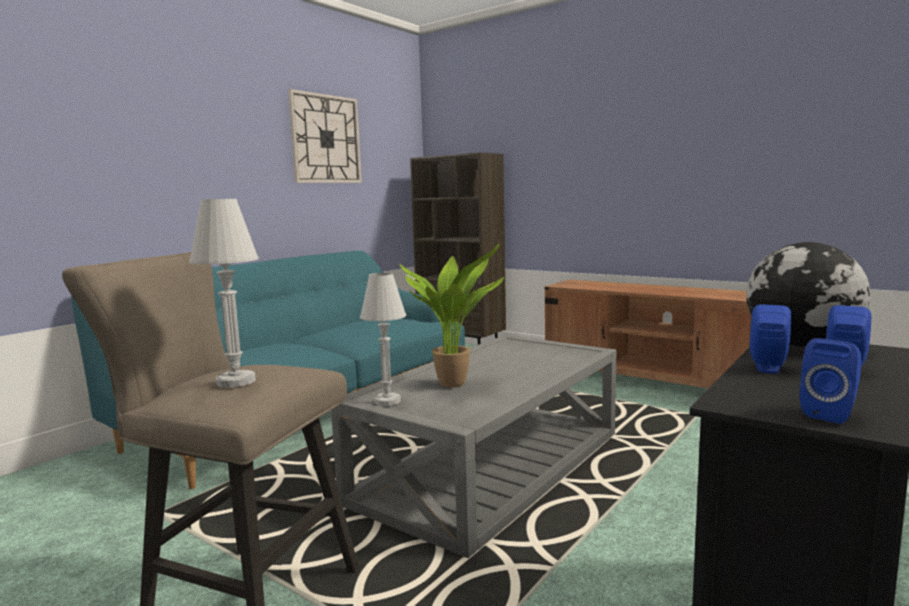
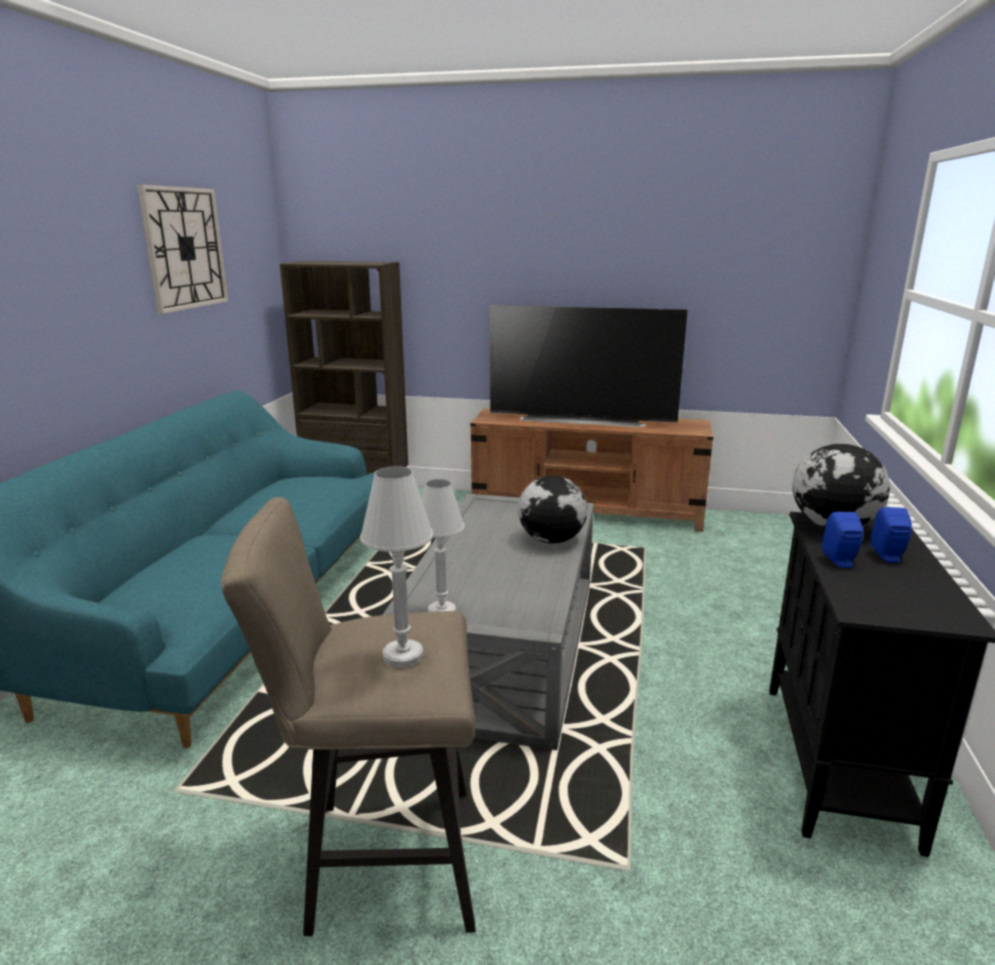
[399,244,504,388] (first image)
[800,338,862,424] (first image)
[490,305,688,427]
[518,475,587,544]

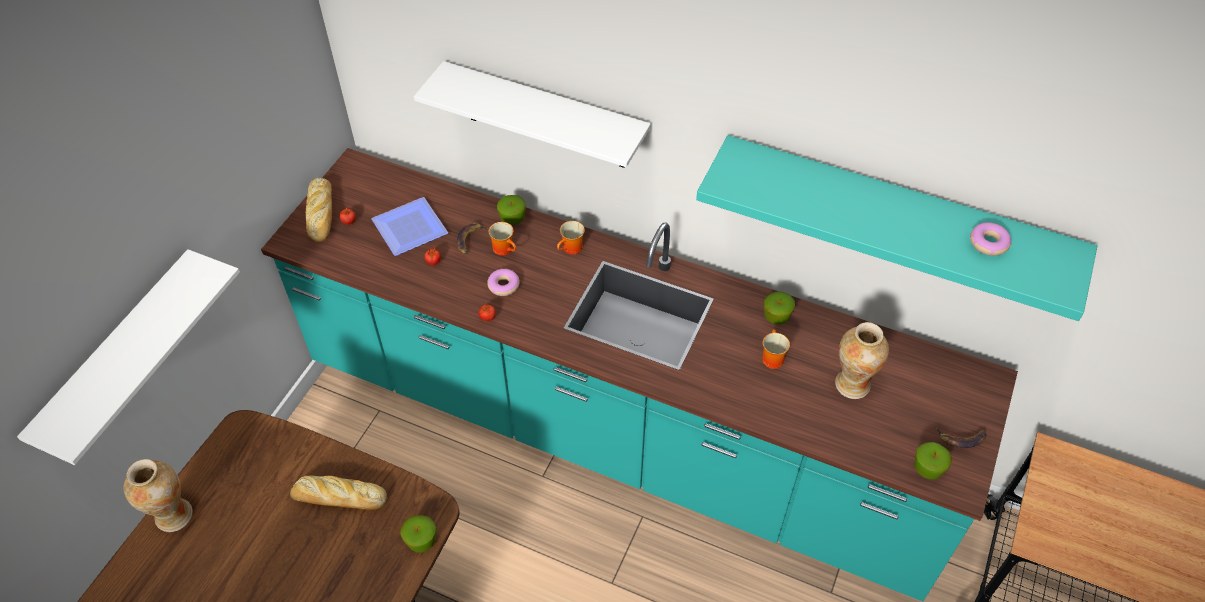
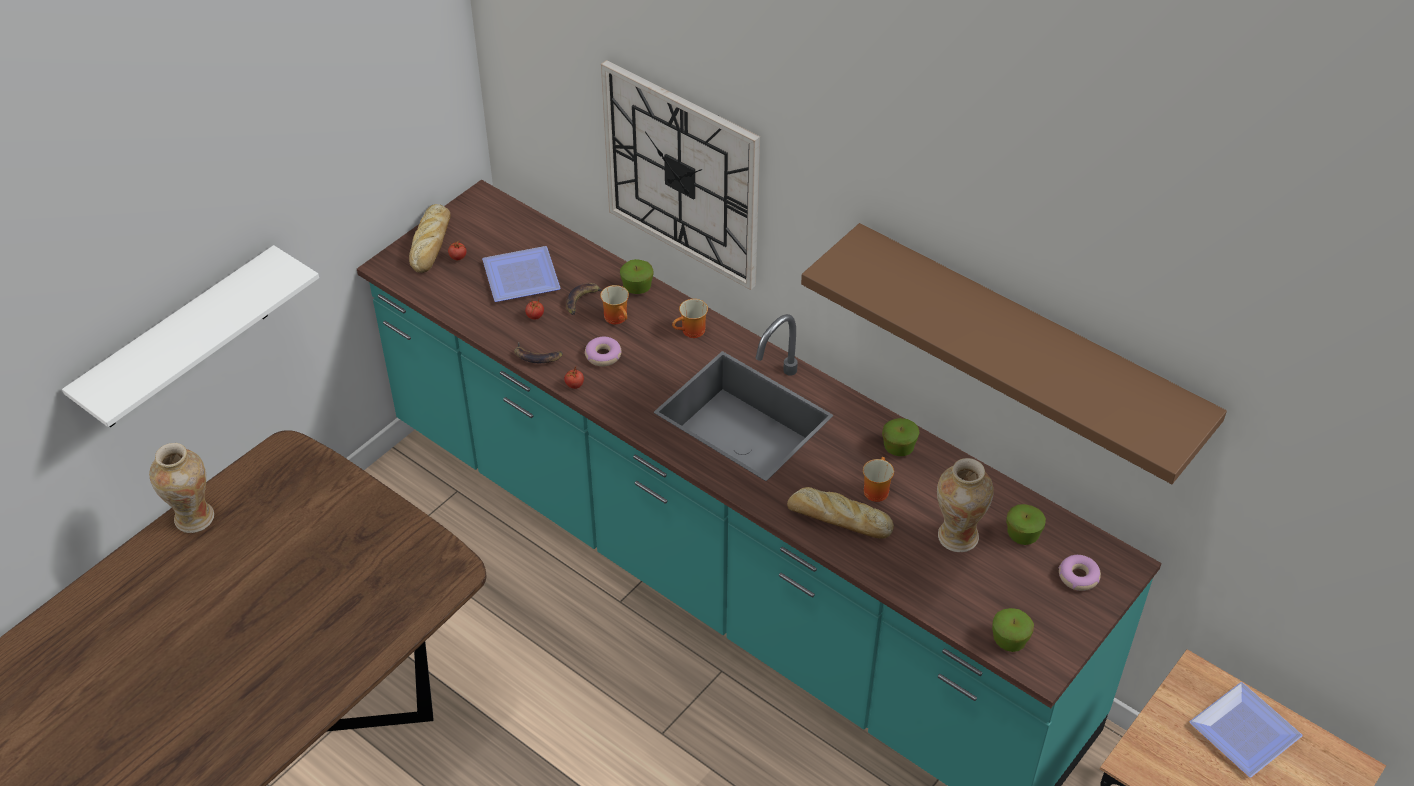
[1190,682,1303,777]
[787,487,894,539]
[1006,504,1046,545]
[514,342,563,363]
[1059,555,1101,591]
[601,60,760,290]
[801,223,1227,484]

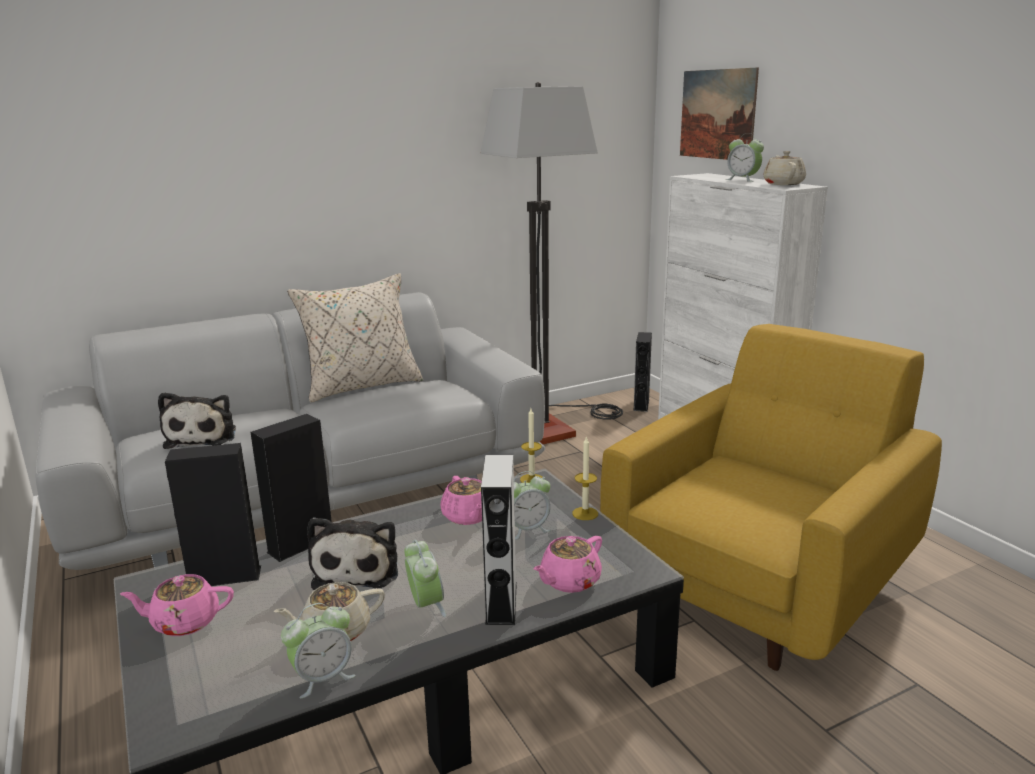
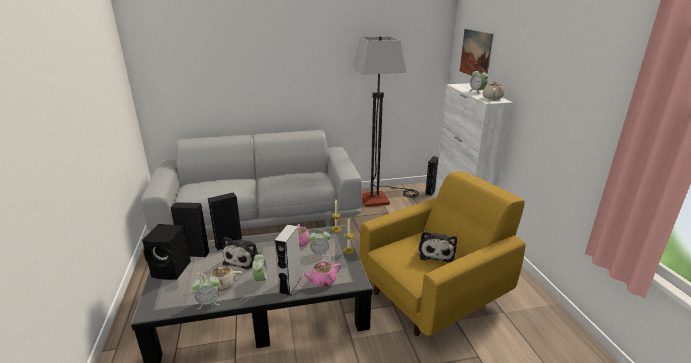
[287,273,423,402] (first image)
[418,231,457,263]
[142,224,191,280]

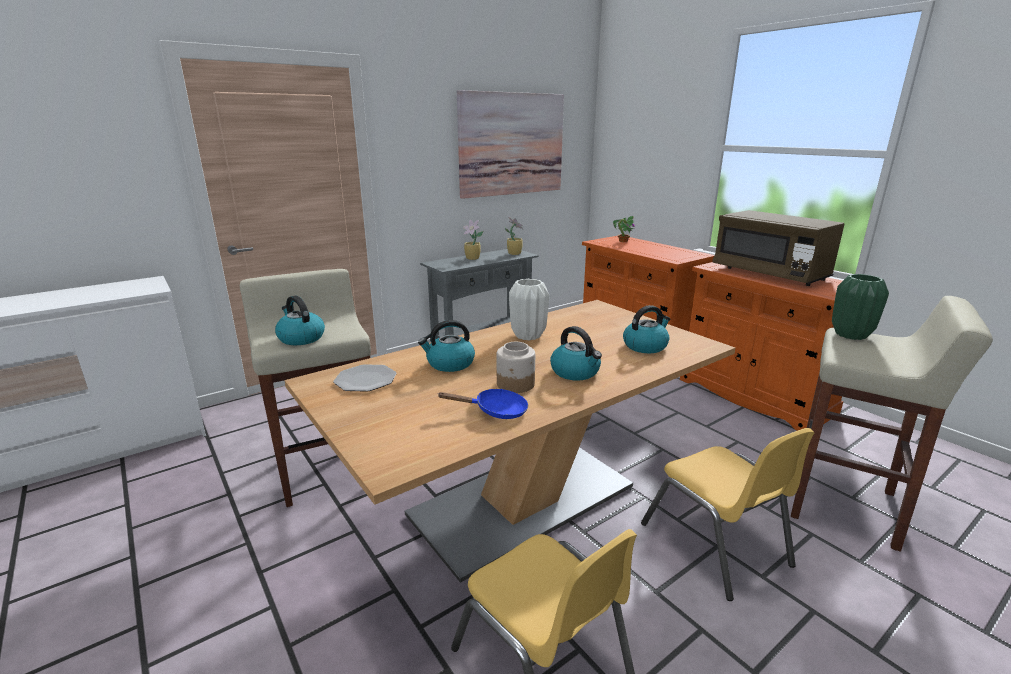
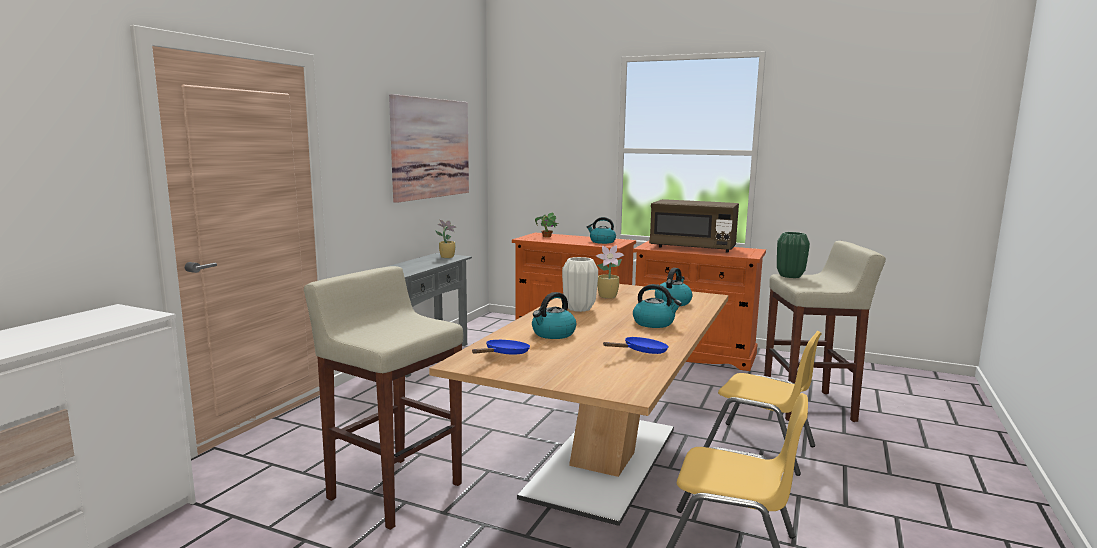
[496,342,535,393] (first image)
[587,217,616,244]
[596,245,624,299]
[472,340,530,354]

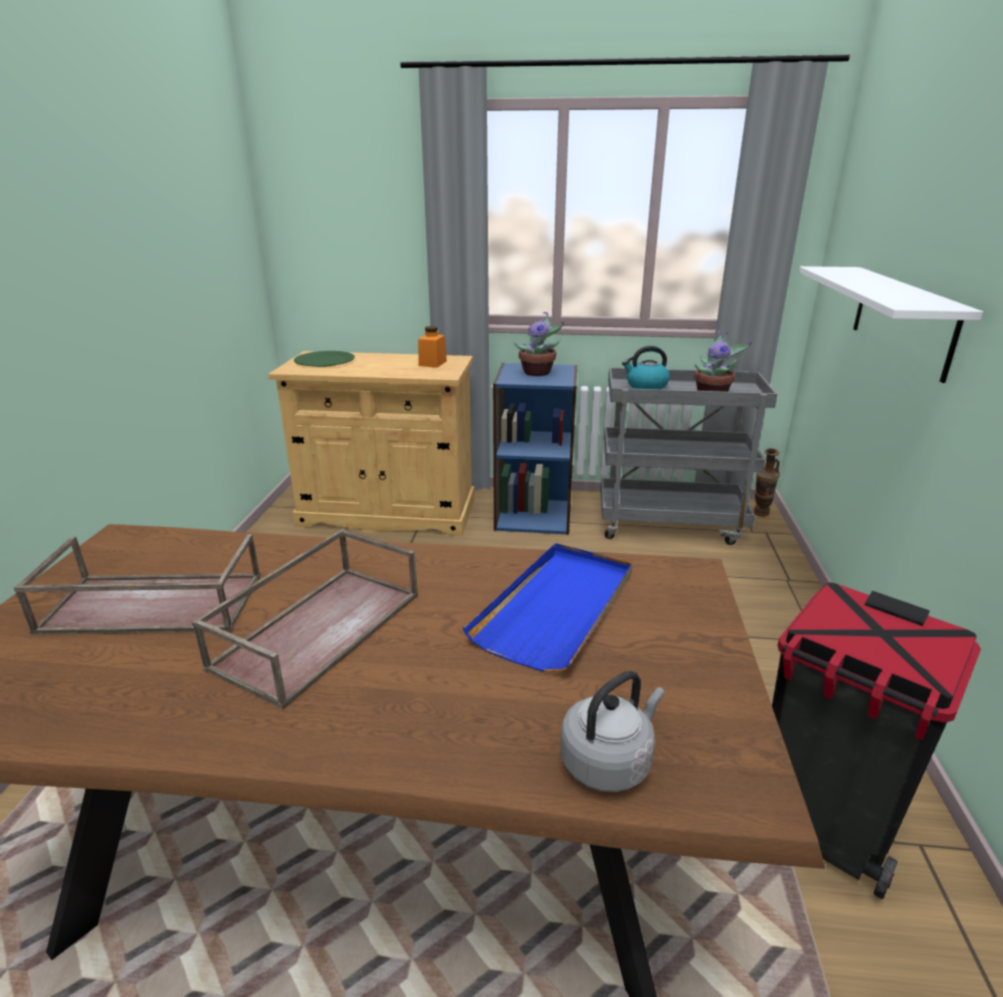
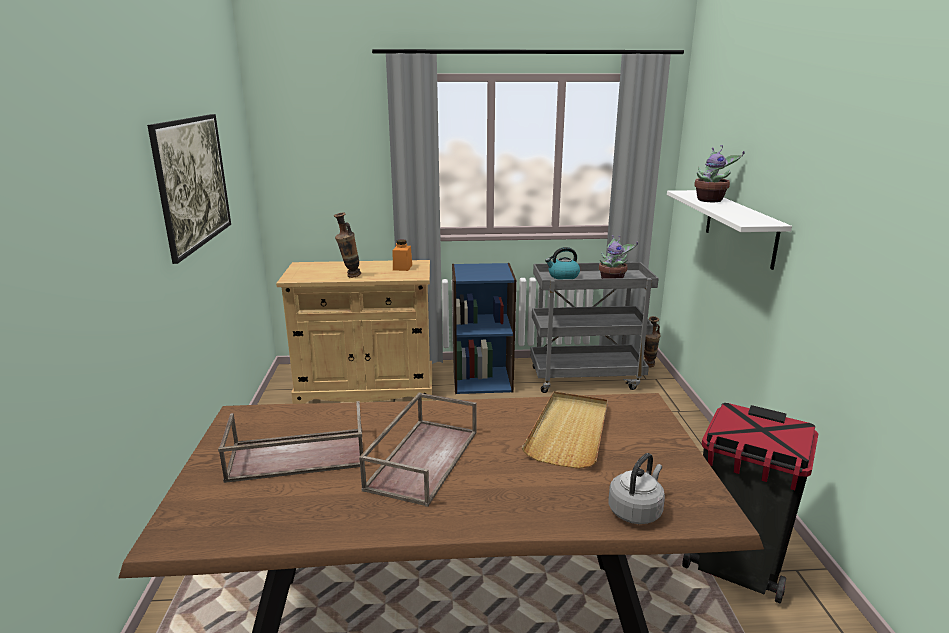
[294,351,355,367] (first image)
[147,114,231,264]
[334,212,361,278]
[694,145,745,202]
[522,391,608,469]

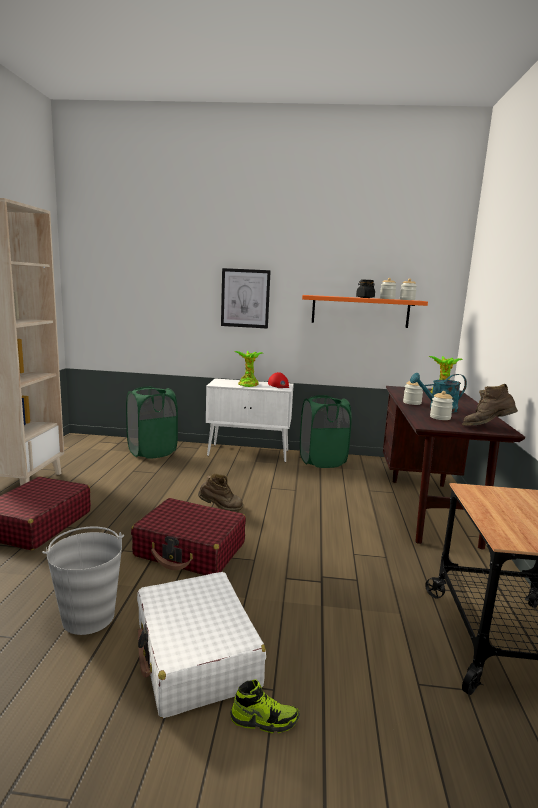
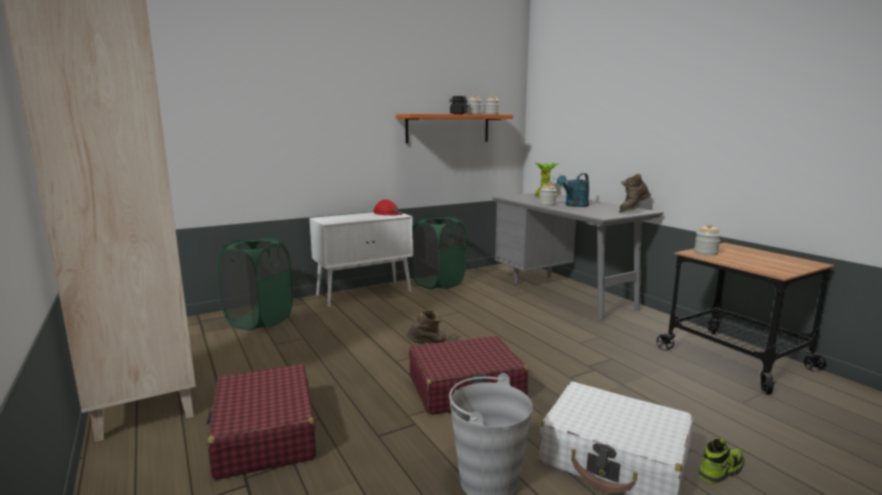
[221,268,271,329] (first image)
[235,351,263,387] (first image)
[694,224,721,256]
[492,193,664,320]

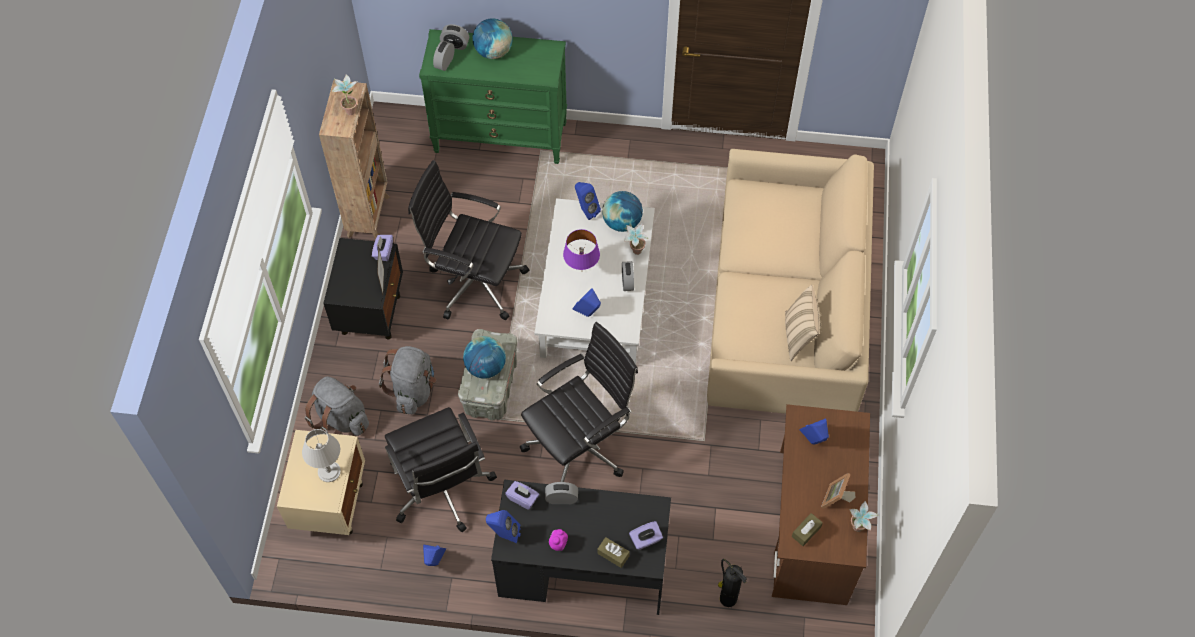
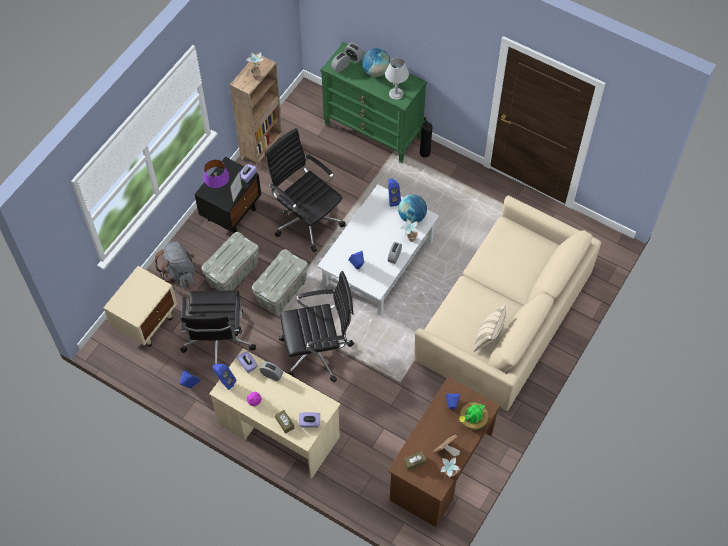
[463,336,506,379] (first image)
[459,403,488,430]
[385,58,409,100]
[203,160,229,190]
[420,117,432,158]
[201,232,259,291]
[209,348,341,479]

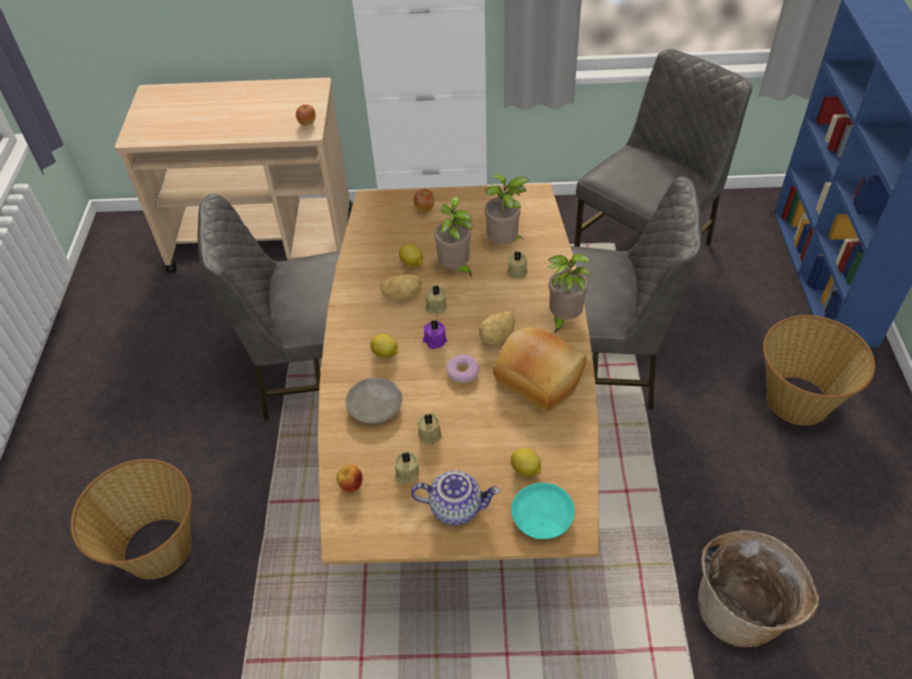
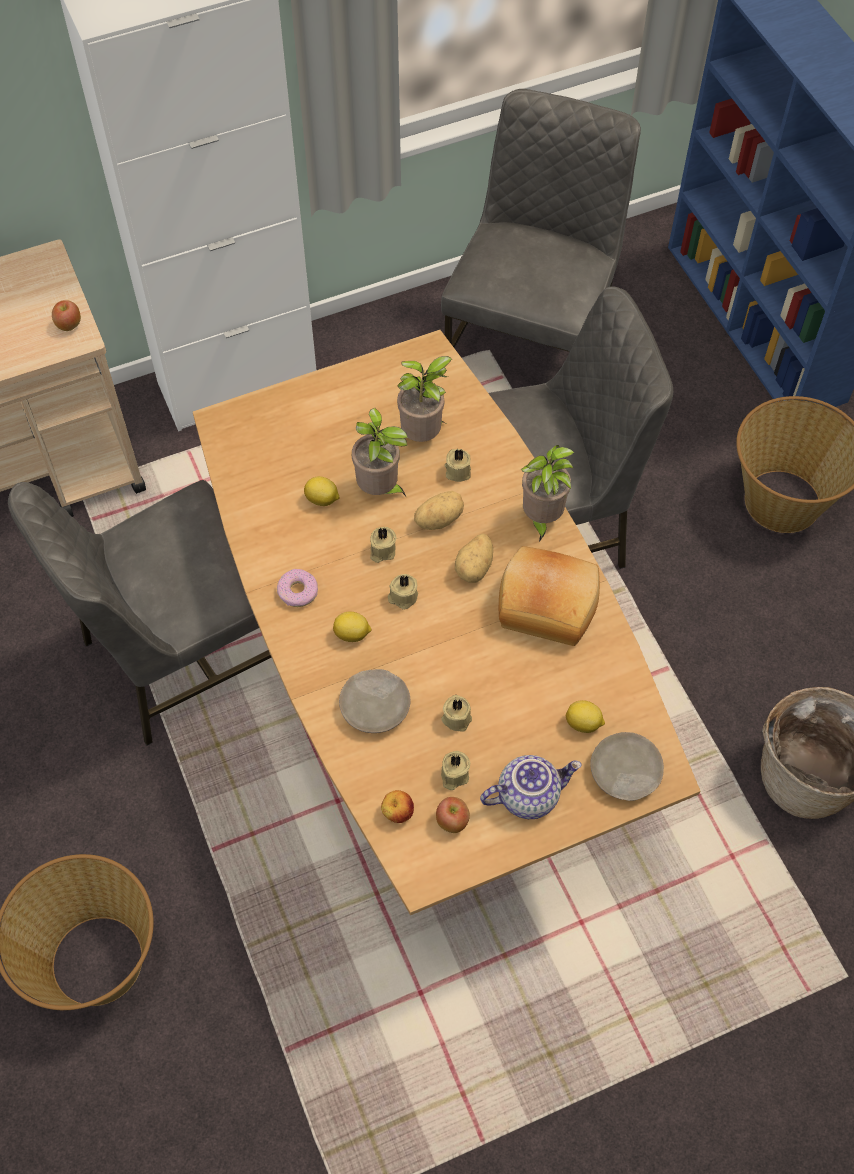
[414,491,464,530]
[436,797,470,833]
[277,569,318,607]
[388,574,418,610]
[590,732,664,801]

